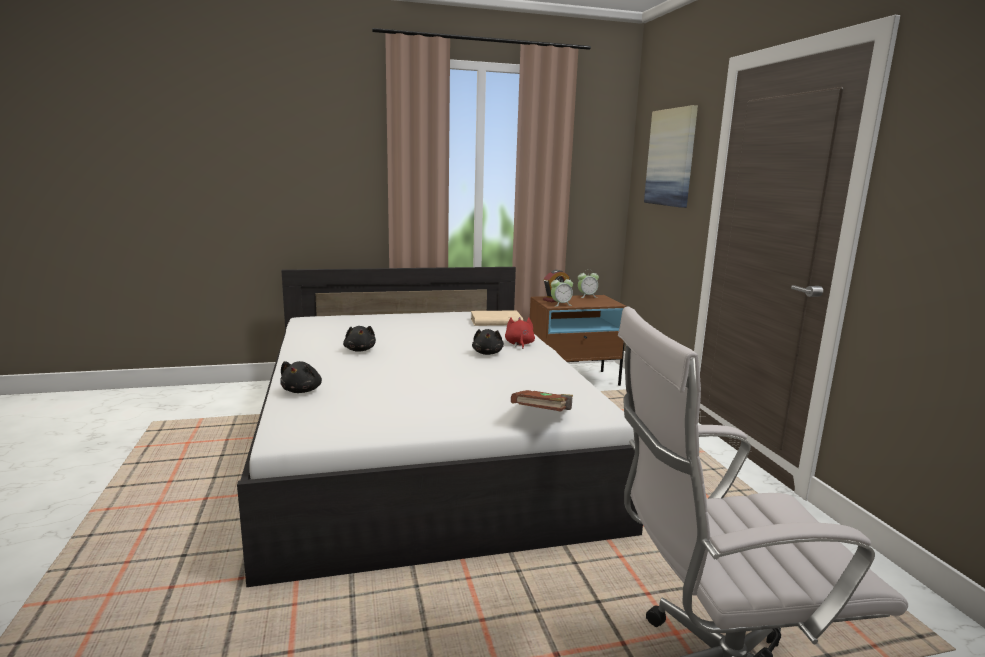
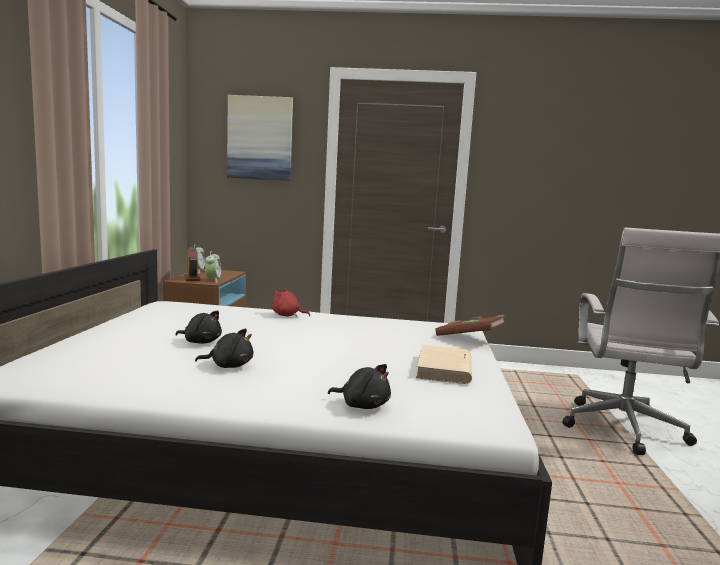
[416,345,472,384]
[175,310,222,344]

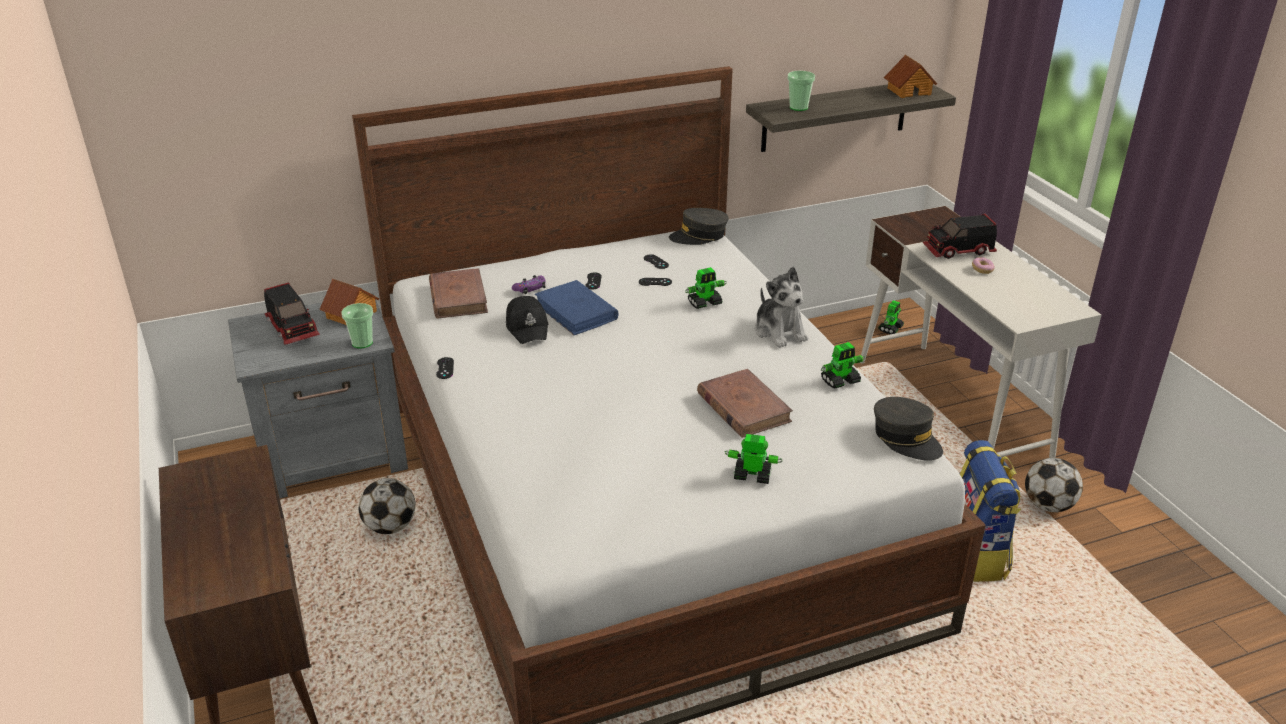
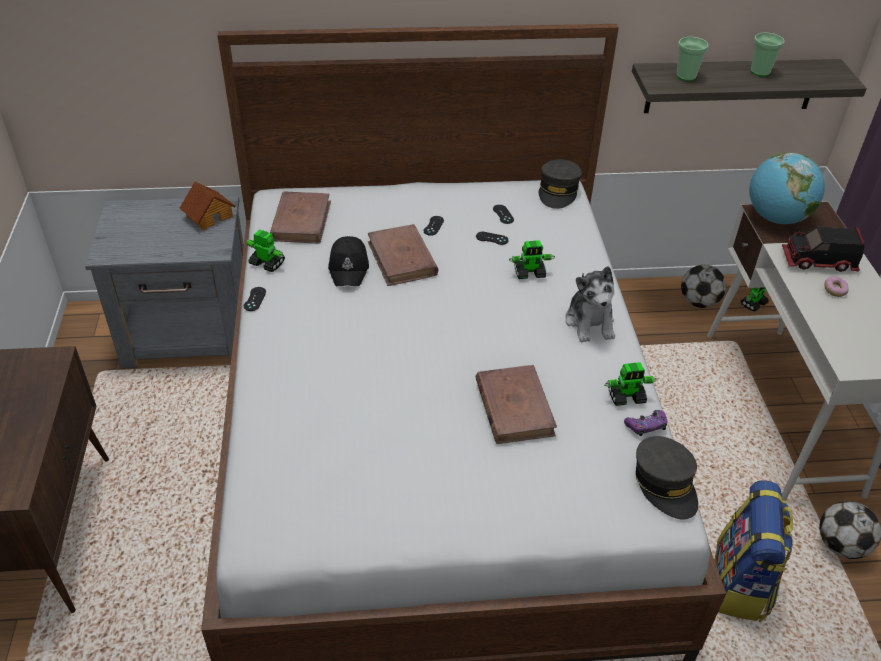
[264,282,320,345] (first image)
[884,55,937,98] (first image)
[749,152,825,224]
[751,33,785,76]
[681,264,726,308]
[624,410,667,436]
[246,229,285,272]
[367,224,438,286]
[539,159,582,209]

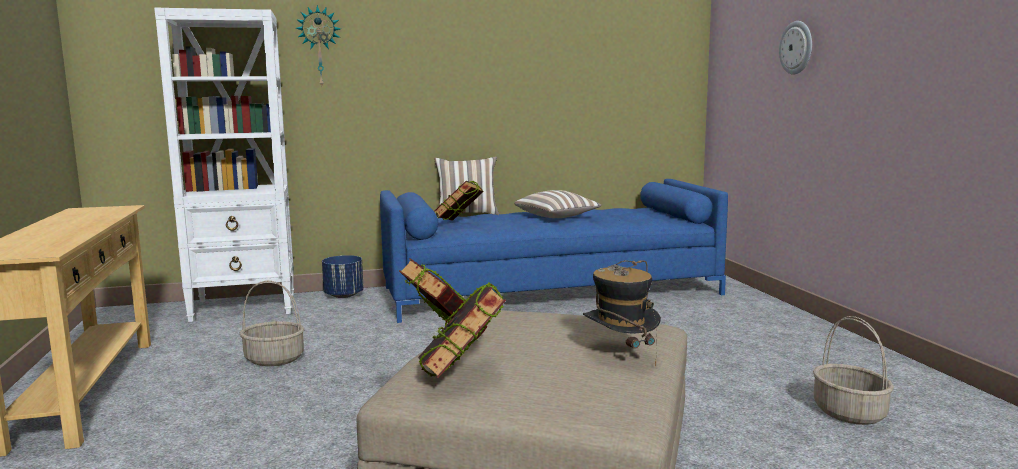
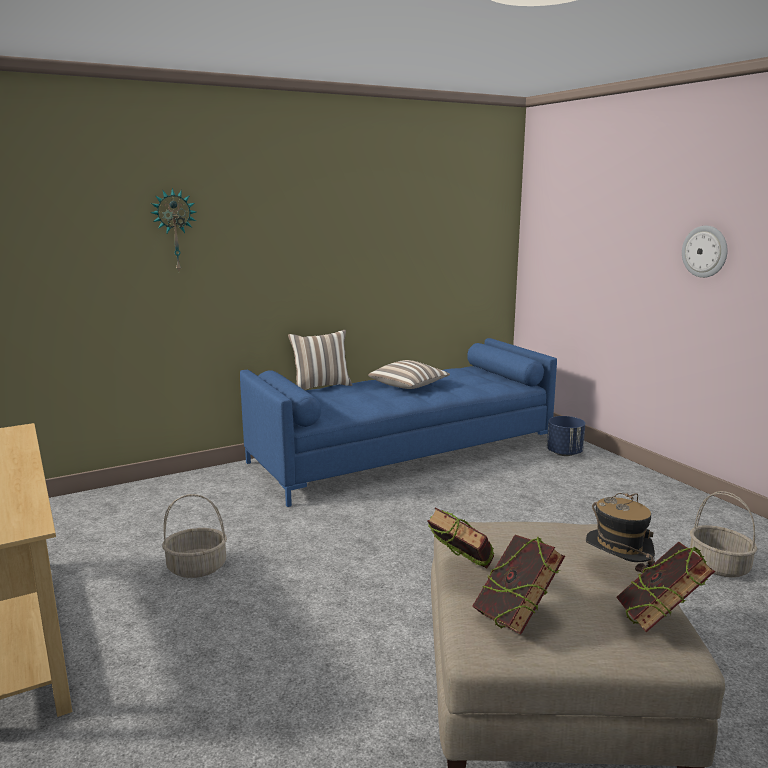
[154,8,294,322] (first image)
[547,416,585,456]
[616,542,715,632]
[682,226,728,278]

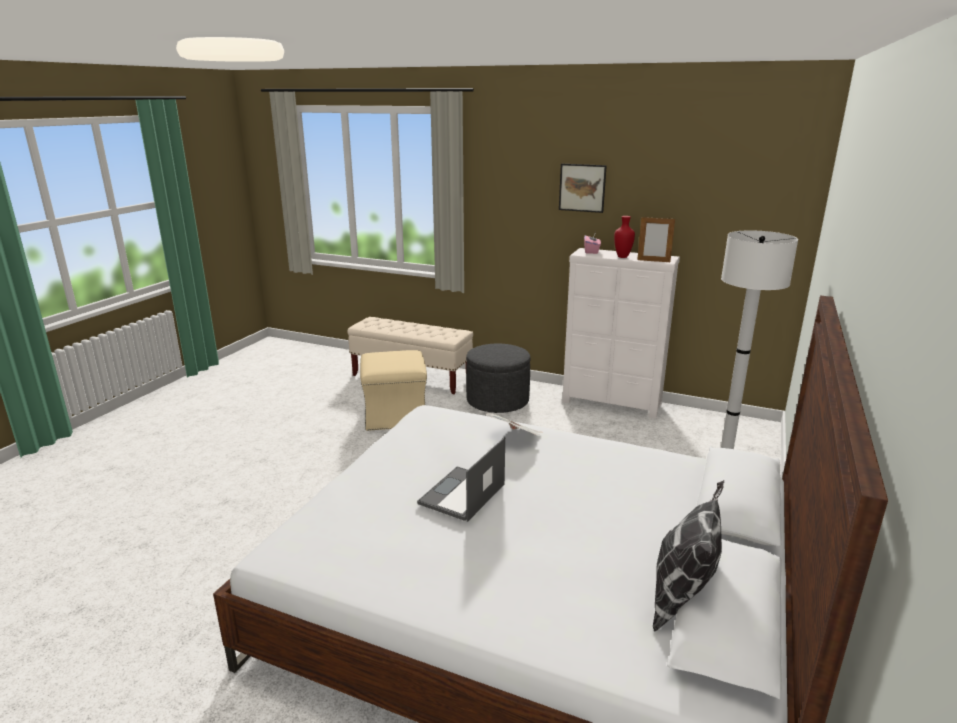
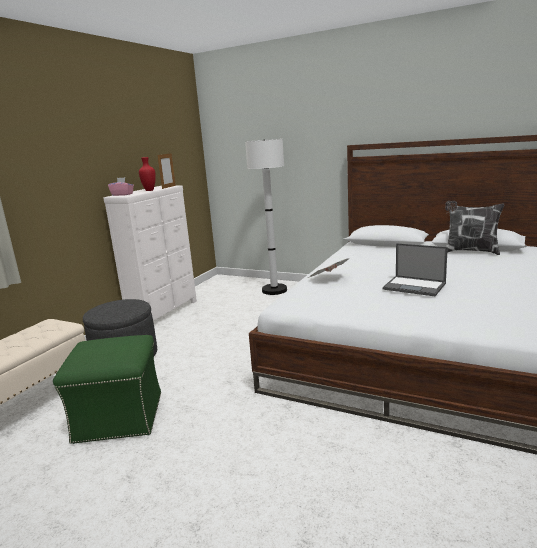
[559,164,607,213] (first image)
[53,335,161,444]

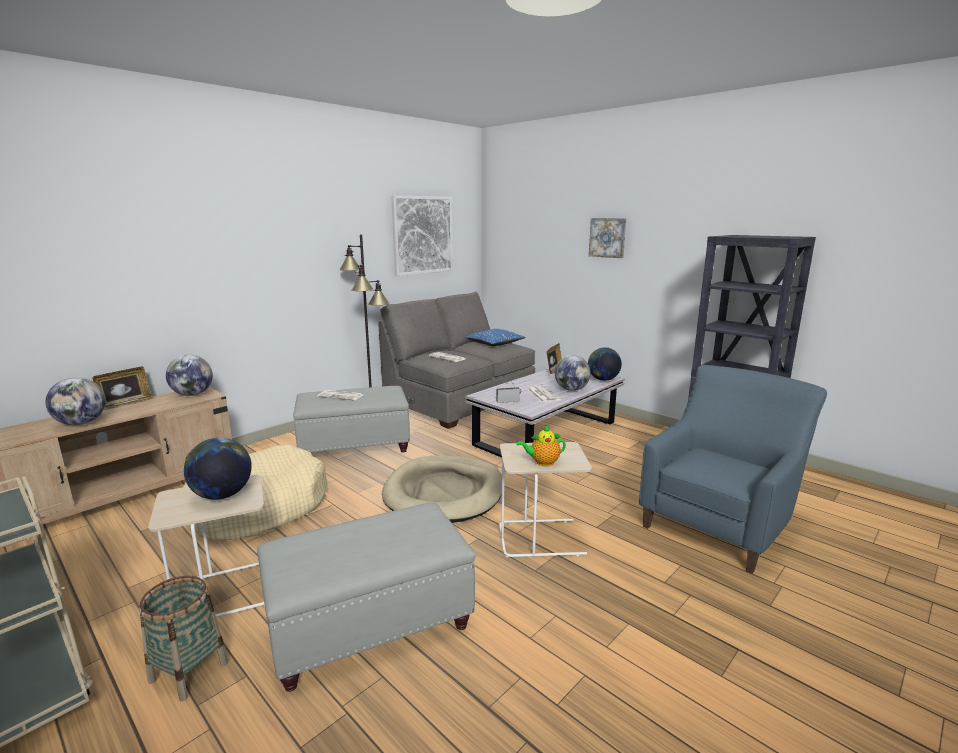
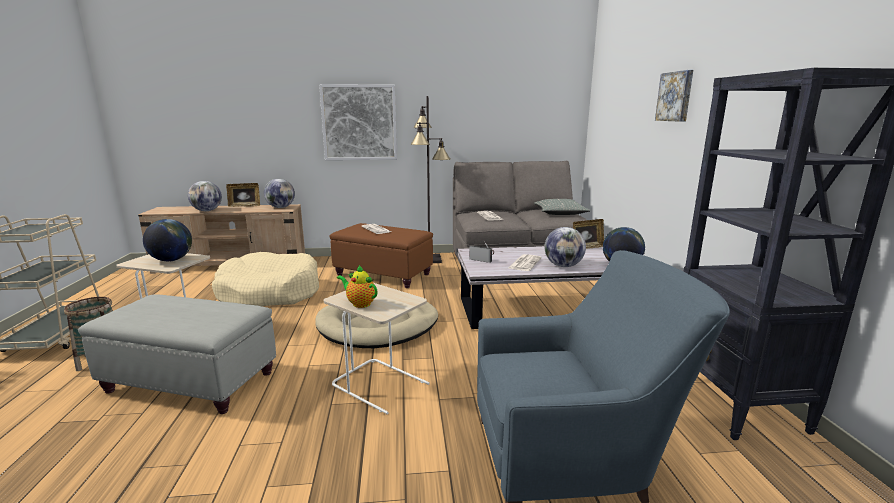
[319,84,397,160]
[329,223,433,288]
[534,199,590,215]

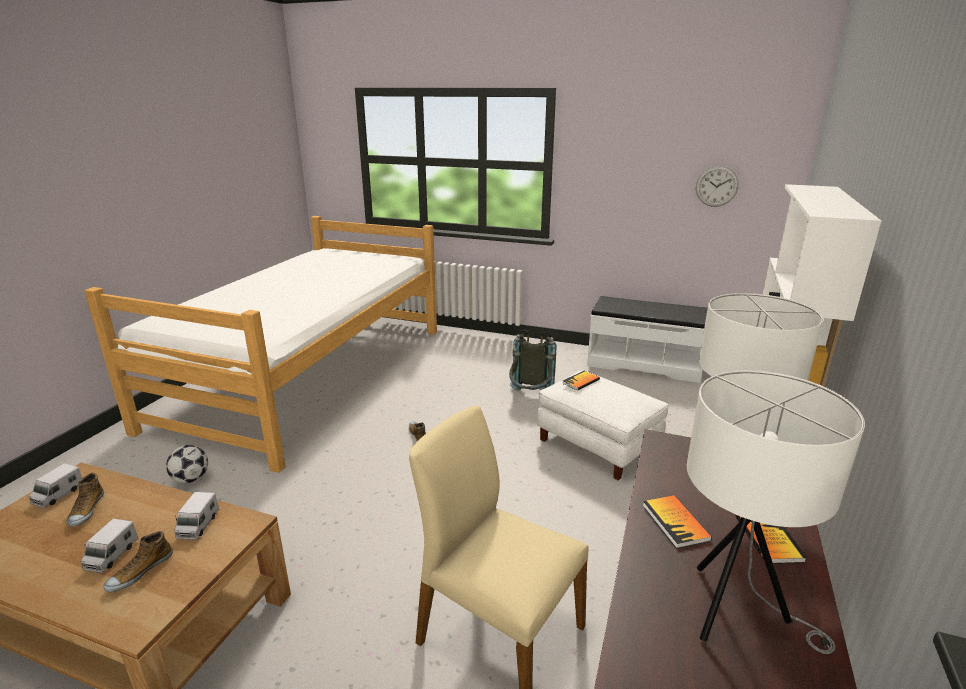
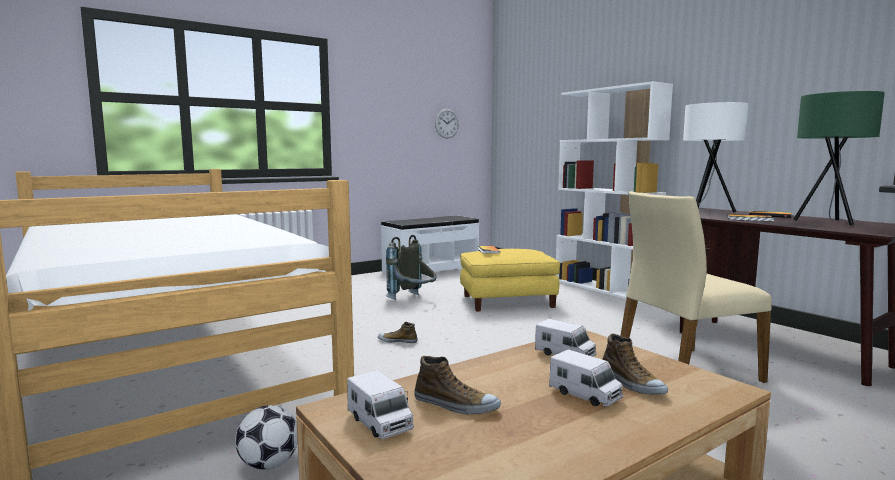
[460,249,560,312]
[793,91,885,225]

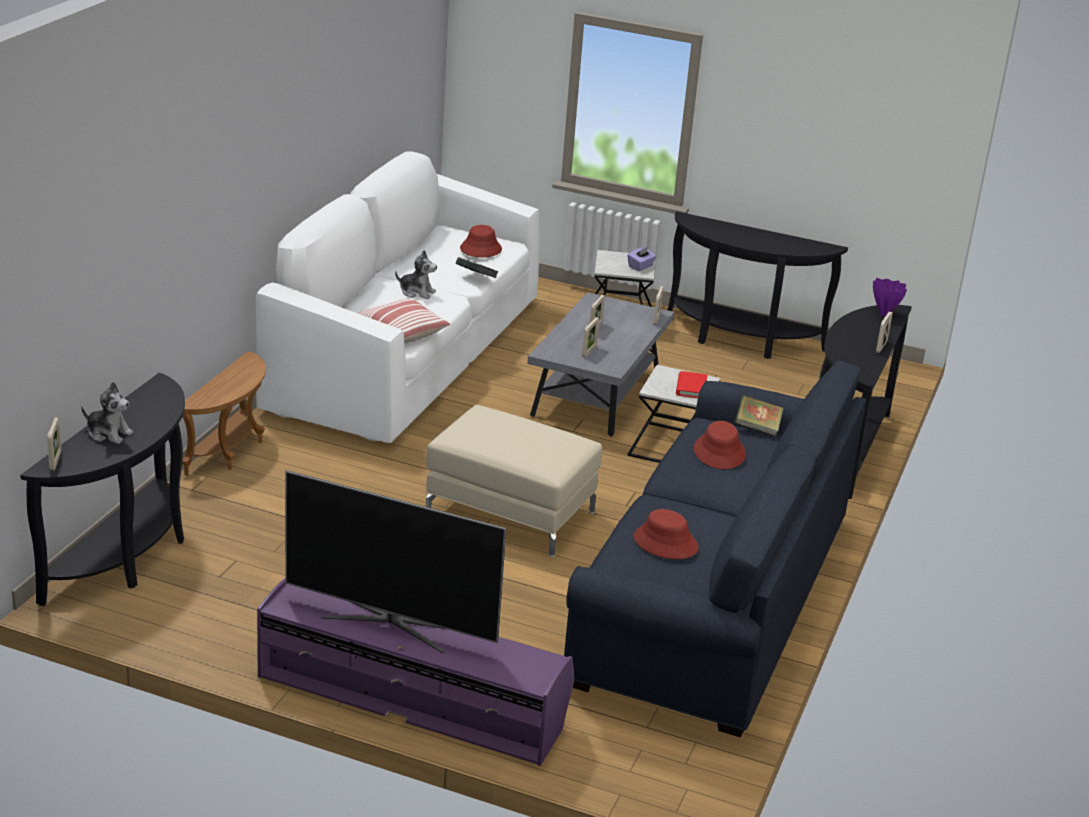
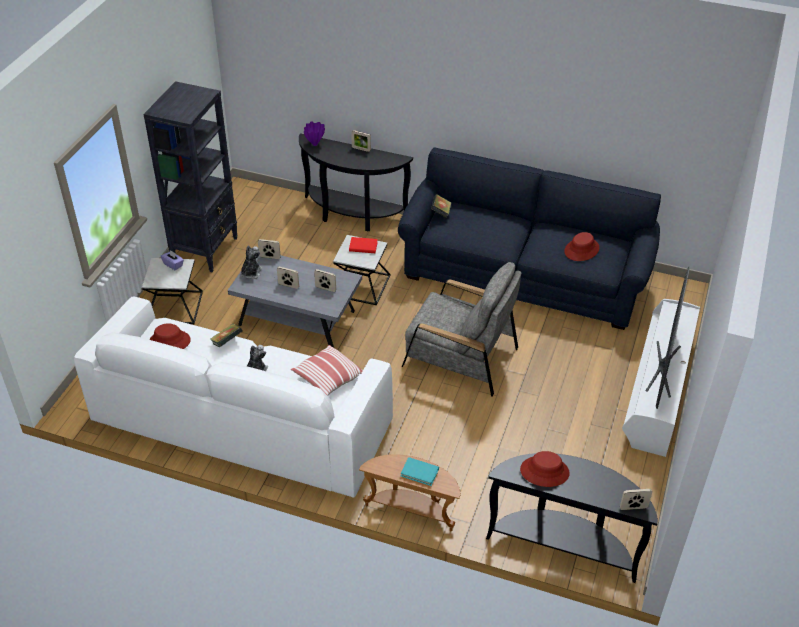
[401,457,439,486]
[241,246,263,279]
[520,451,570,487]
[402,262,521,397]
[143,81,238,272]
[622,299,700,457]

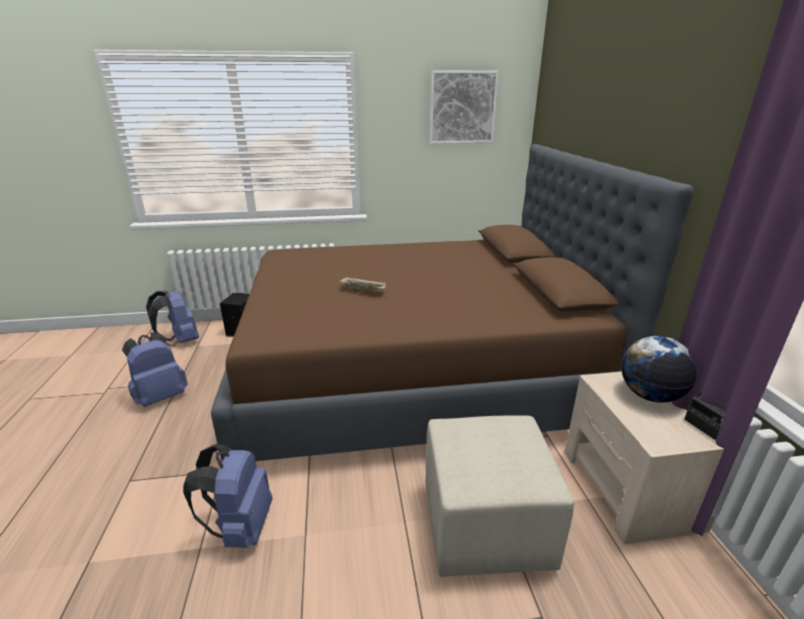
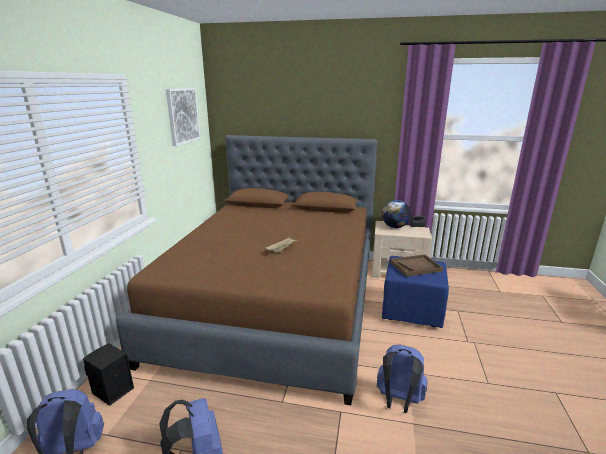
[390,254,443,277]
[382,256,449,328]

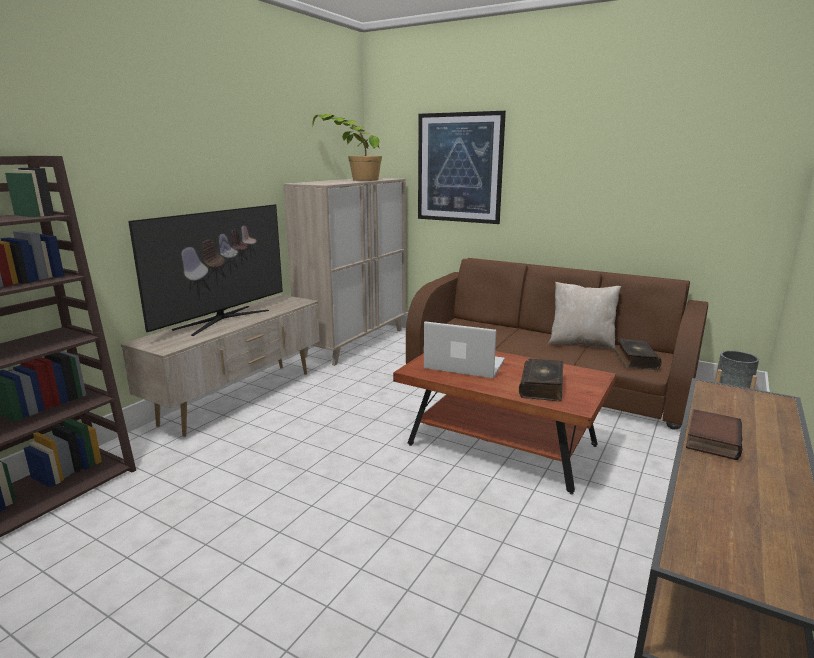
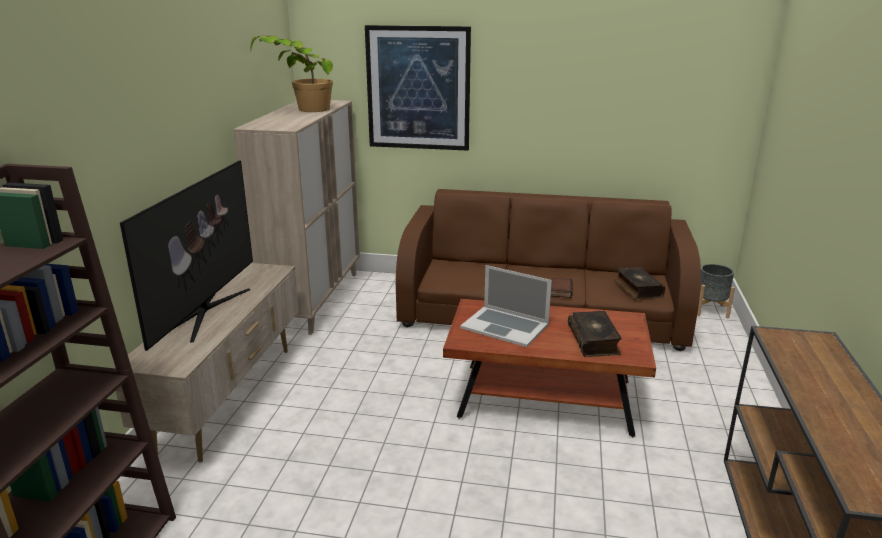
[548,282,621,350] (first image)
[551,278,573,298]
[460,265,552,347]

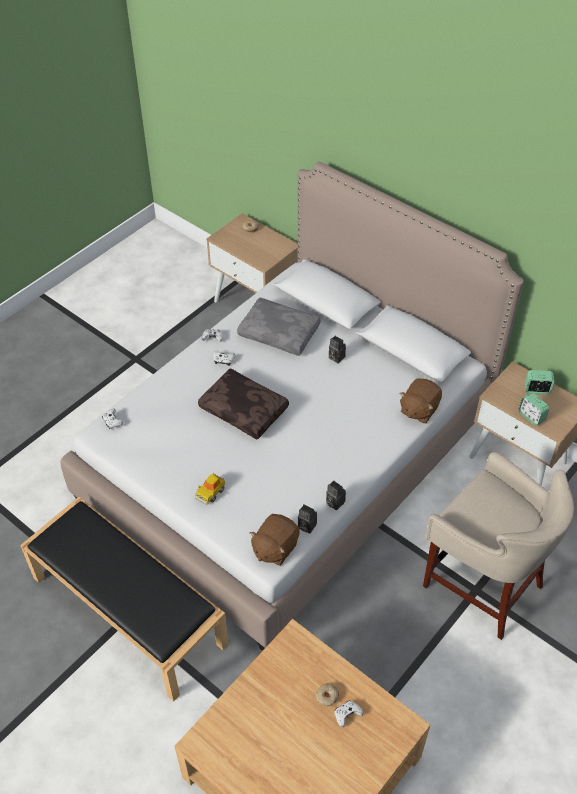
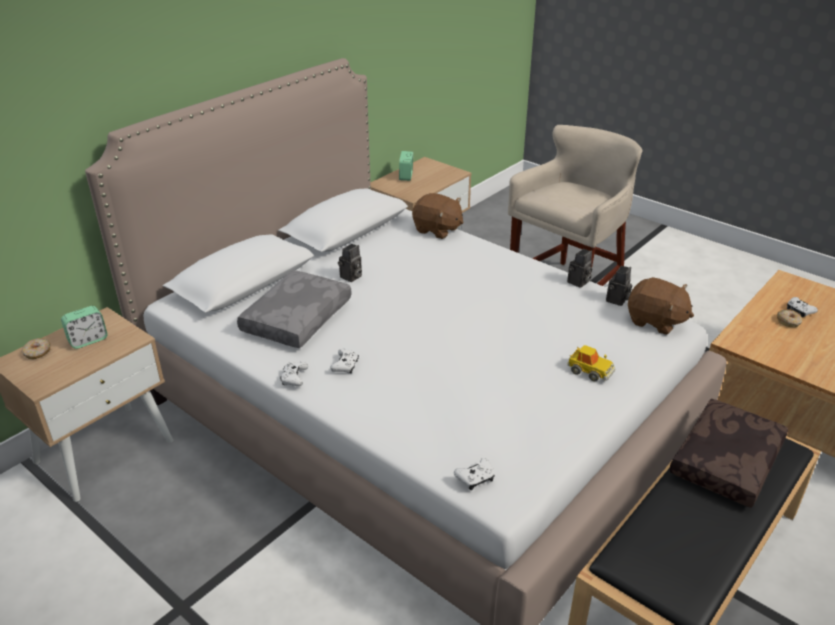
[669,398,788,508]
[61,306,108,349]

